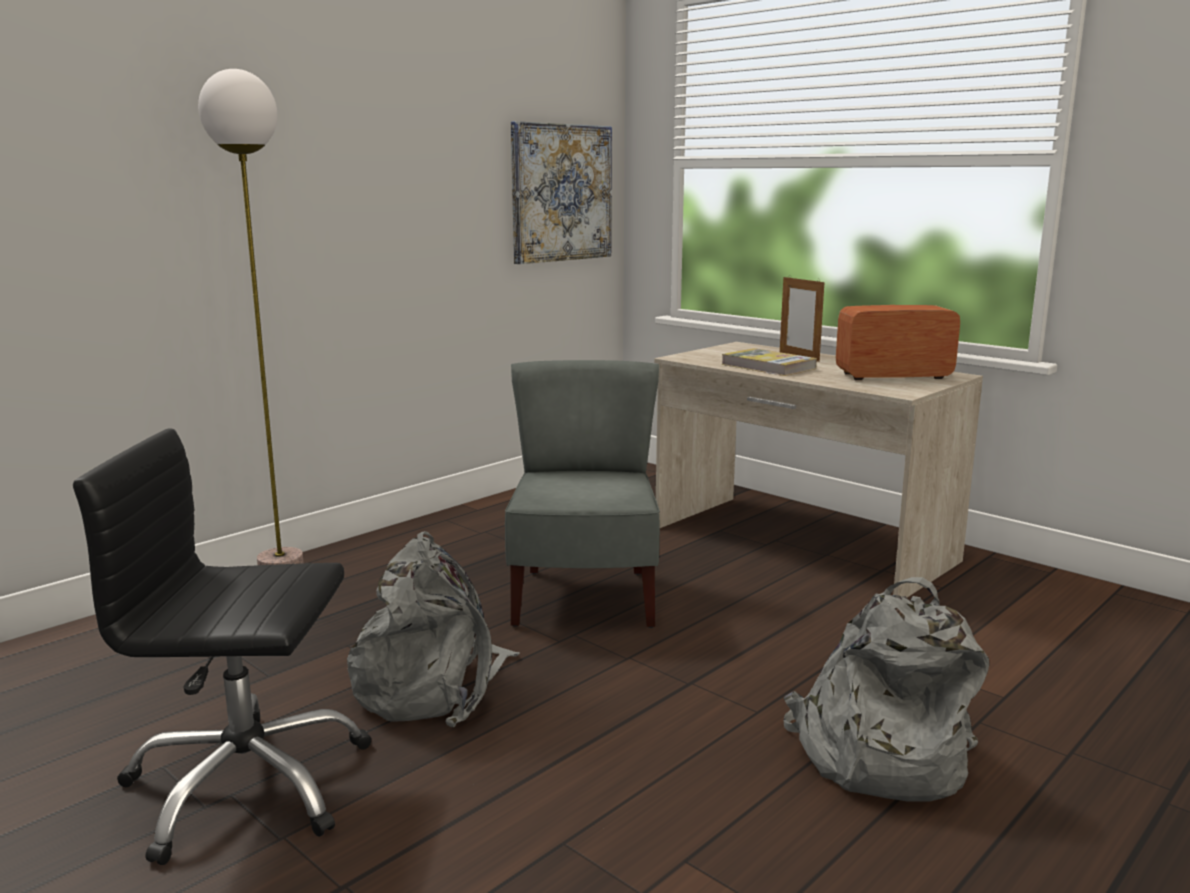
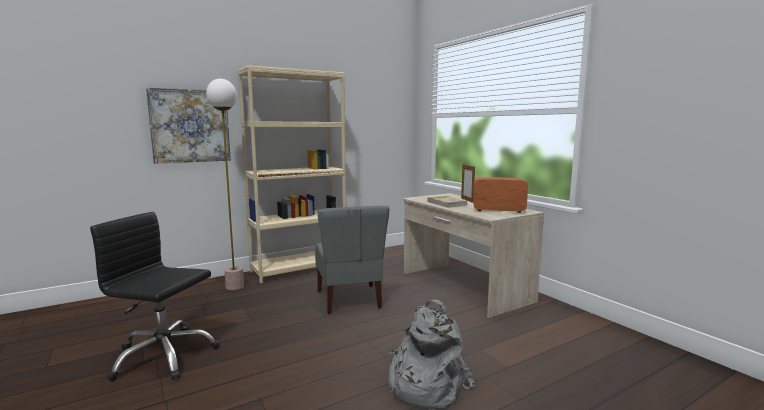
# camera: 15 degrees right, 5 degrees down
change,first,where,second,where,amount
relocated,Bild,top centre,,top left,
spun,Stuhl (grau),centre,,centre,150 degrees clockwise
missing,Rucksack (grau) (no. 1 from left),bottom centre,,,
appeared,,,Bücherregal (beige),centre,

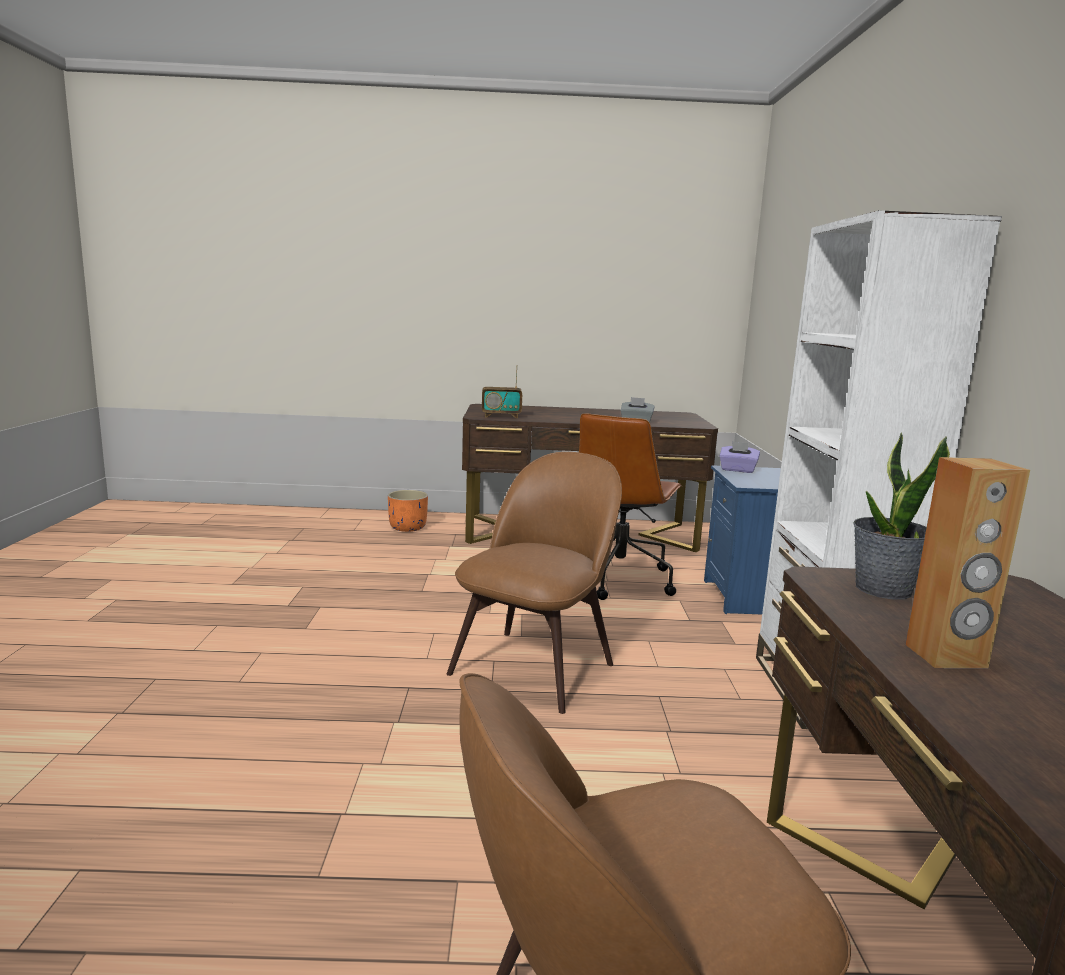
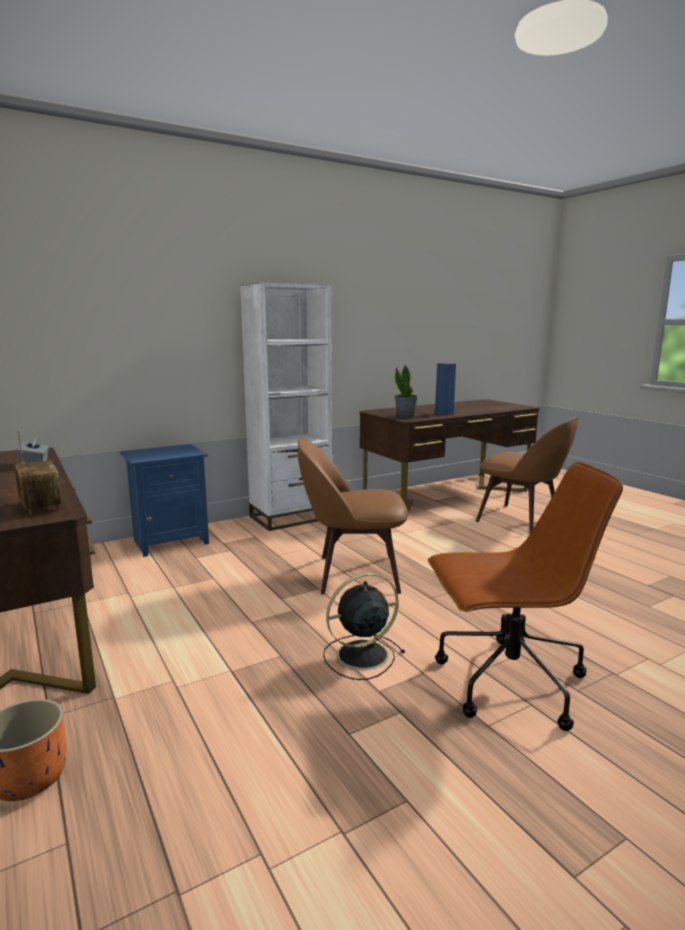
# camera: 120 degrees left, 0 degrees up
change,first,where,second,where,amount
relocated,Bürostuhl (braun),centre,,middle right,
missing,Taschentuchbox (lila),middle right,,,
colour,Lautsprecher (braun),middle right,Lautsprecher (blau),centre,
appeared,,,Ventilator (schwarz),bottom centre,

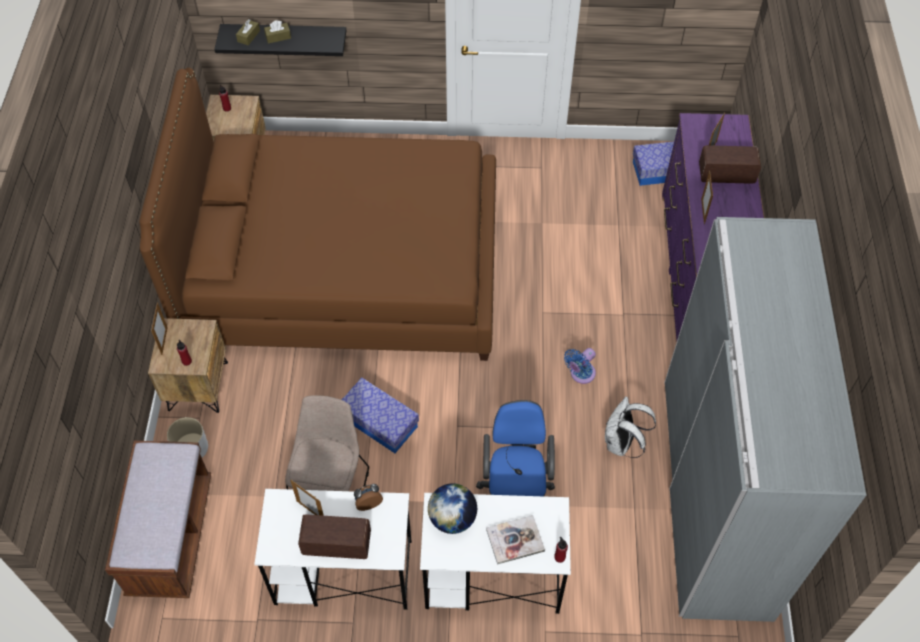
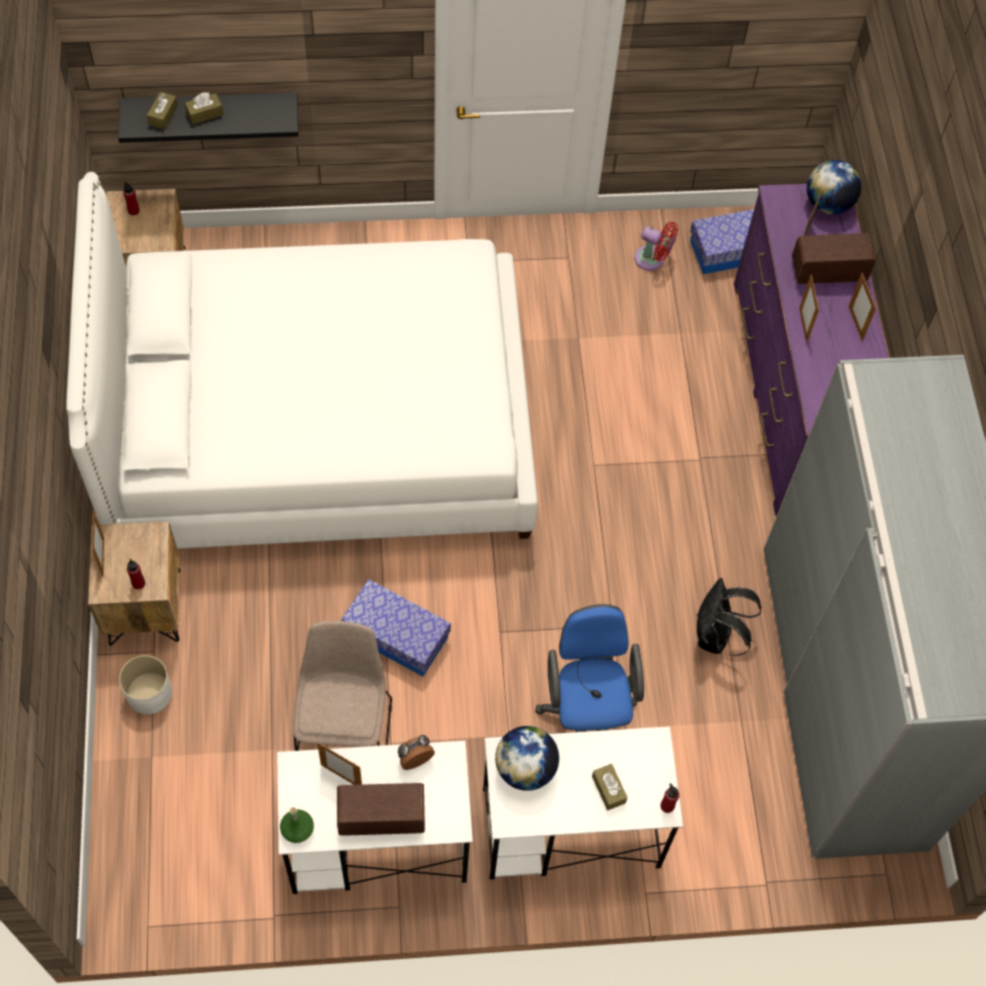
# camera: 10 degrees left, 5 degrees up
change,first,where,second,where,amount
colour,Bett (braun),centre,Bett (weiß),middle left,
missing,Ventilator (blau),centre,,,
colour,Rucksack (weiß),middle right,Rucksack (schwarz),middle right,
missing,Bank (braun),bottom left,,,
exchanged,Buch,bottom centre,Taschentuchbox (braun) (no. 3 from left),bottom centre,
appeared,,,Globus (no. 2 from left),top right,
appeared,,,Ventilator (rot),top centre,
appeared,,,Bilderrahmen (no. 5 from left),top right,
appeared,,,Flasche (grün),bottom left,

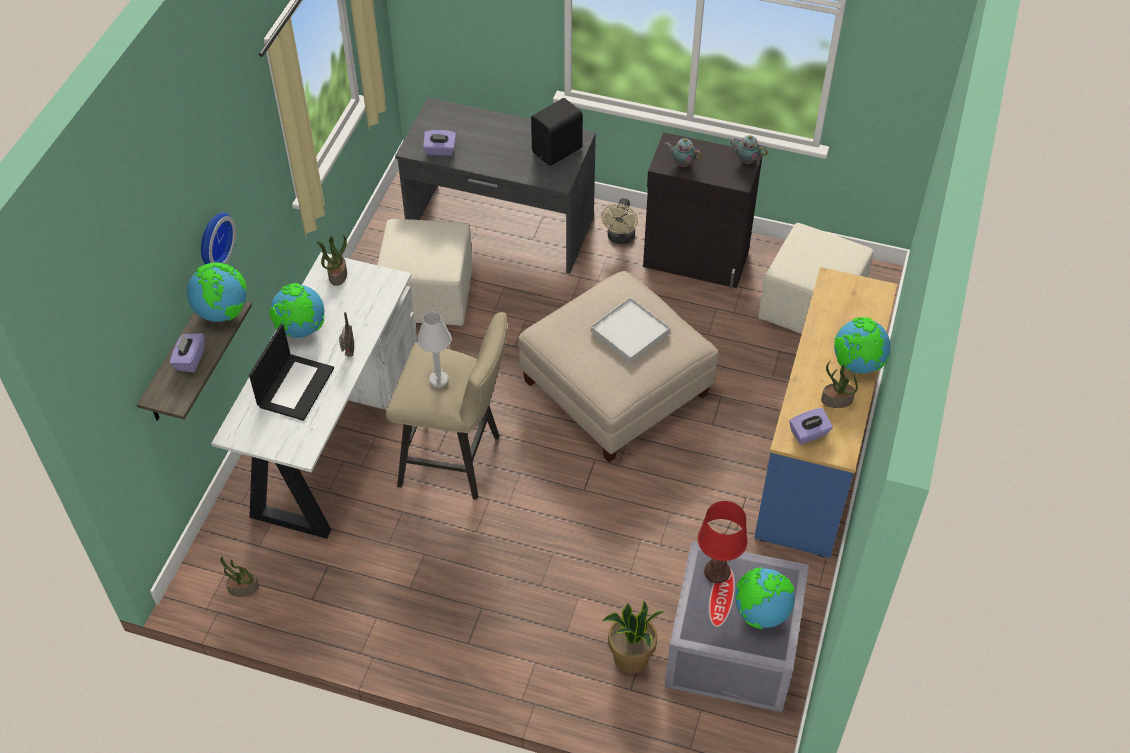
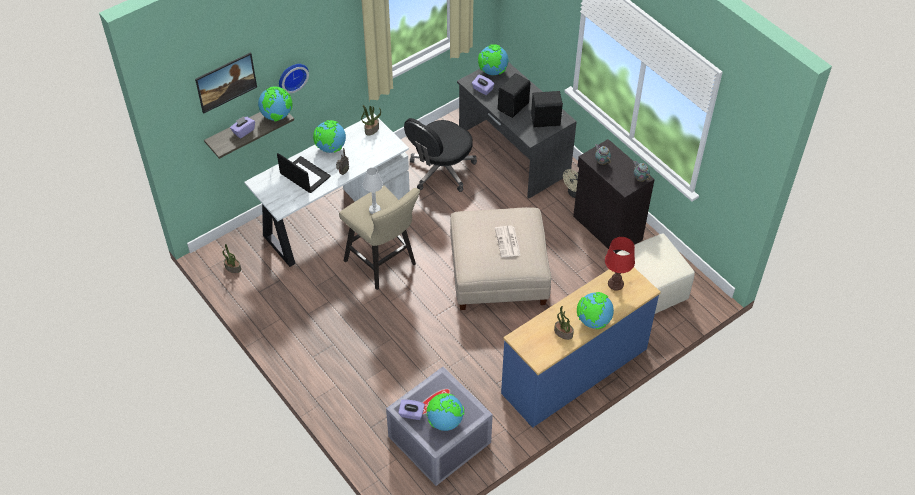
# camera: 35 degrees right, 0 degrees up
change,first,where,second,where,amount
exchanged,Polsterhocker (beige) (no. 1 from left),centre,Bürostuhl (schwarz),top centre,
exchanged,Tablett (weiß),centre,Zeitung,centre,
spun,Laptop,middle left,,middle left,105 degrees counterclockwise
relocated,Taschentuchbox (lila) (no. 3 from left in the first image),middle right,Taschentuchbox (lila) (no. 2 from left),bottom centre,
relocated,Tischlampe (rot),bottom centre,,middle right,
missing,Topfpflanze (no. 3 from left),bottom centre,,,
appeared,,,Globus (no. 4 from left),top centre,
appeared,,,Bild,top left,
appeared,,,Lautsprecher (schwarz) (no. 1 from left),top centre,

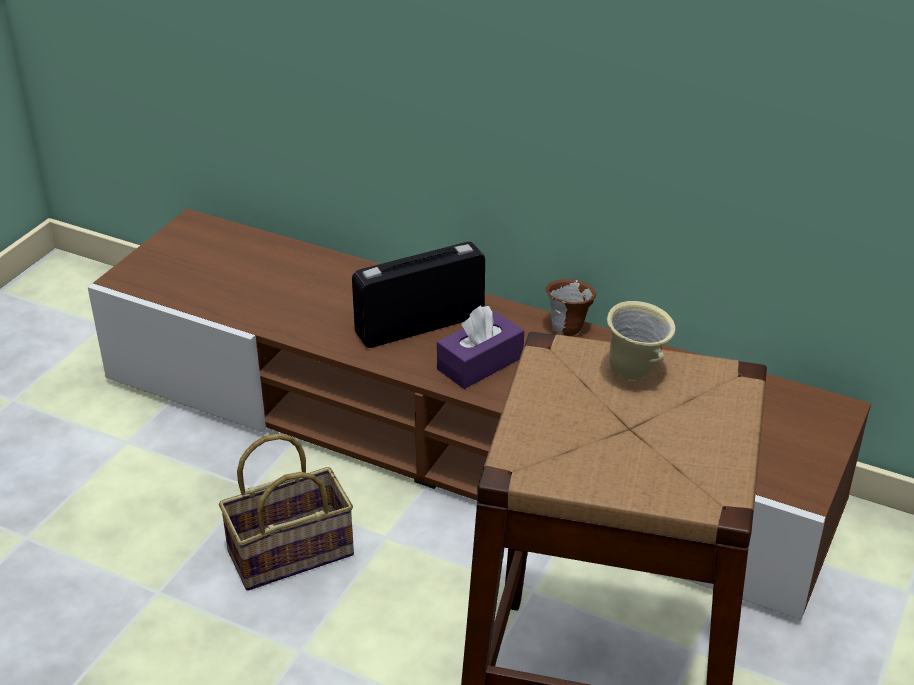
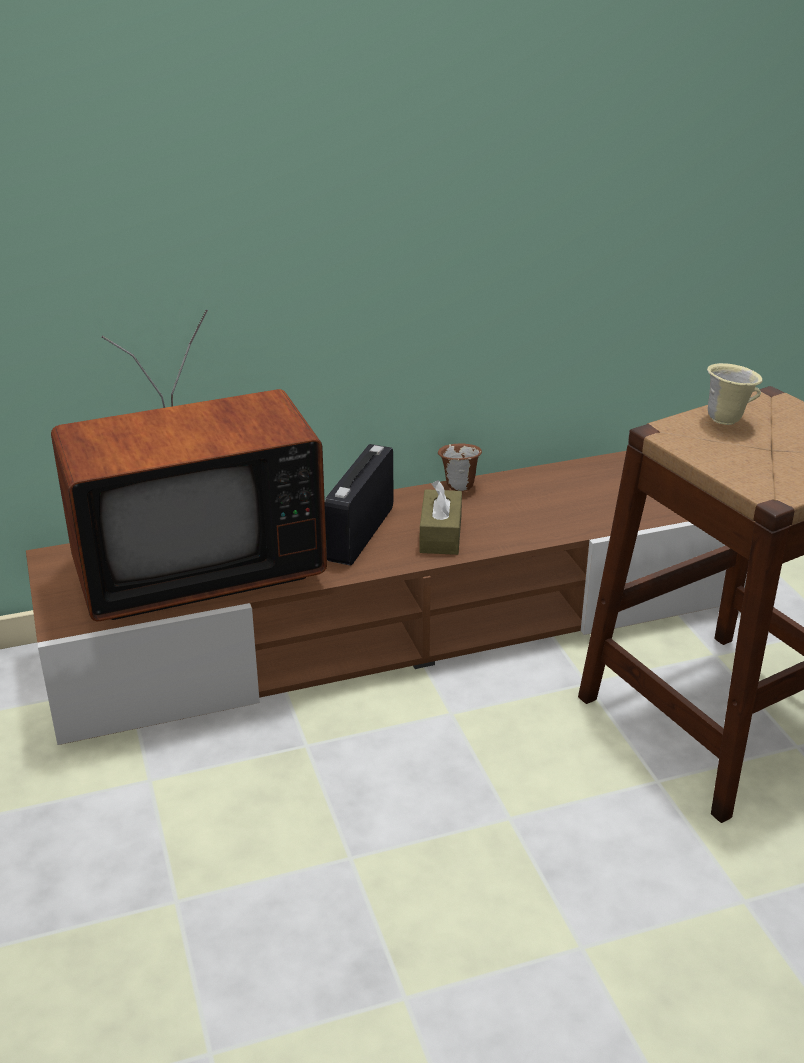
# camera: 45 degrees left, 5 degrees down
change,first,where,second,where,amount
colour,Taschentuchbox (lila),centre,Taschentuchbox (braun),centre,
missing,Korb,bottom left,,,
appeared,,,Fernseher,middle left,

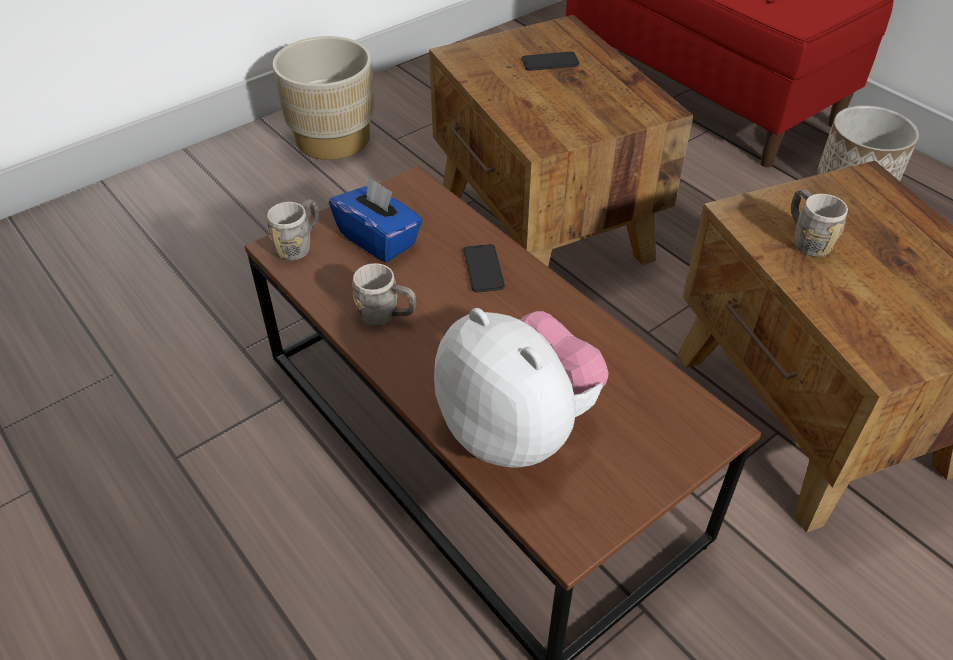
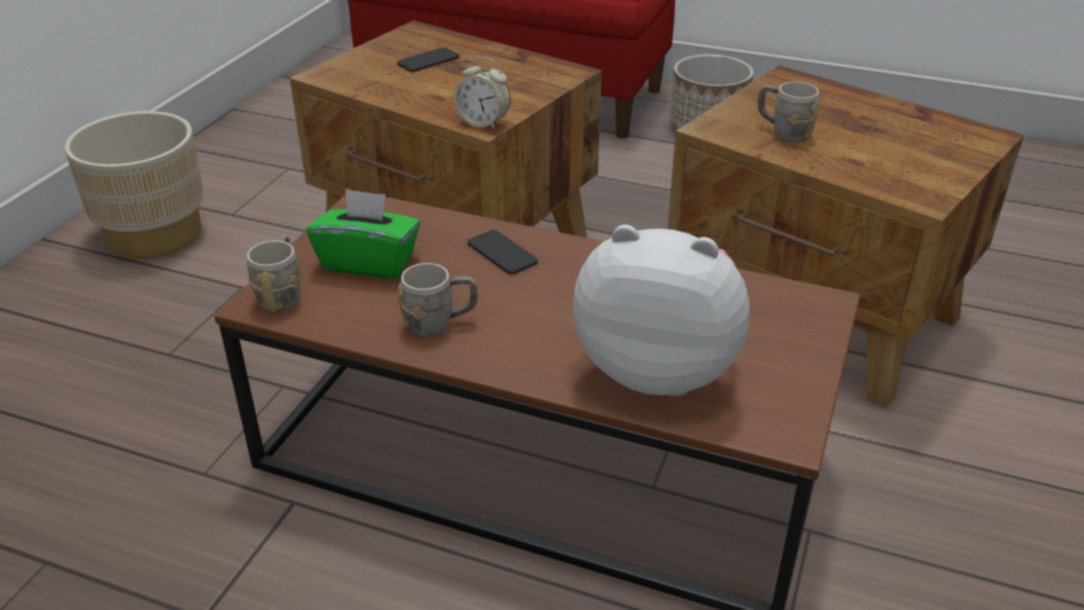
# camera: 30 degrees left, 10 degrees down
change,first,where,second,where,amount
colour,Taschentuchbox (blau),top centre,Taschentuchbox (grün),centre,
appeared,,,Wecker,top centre,

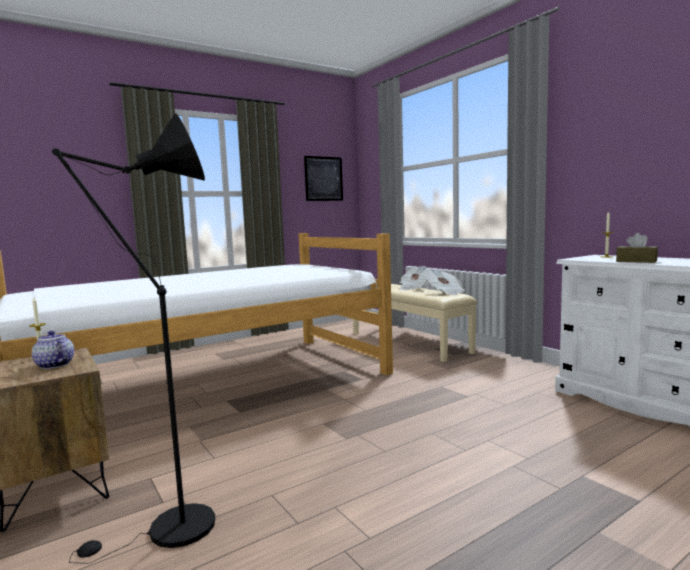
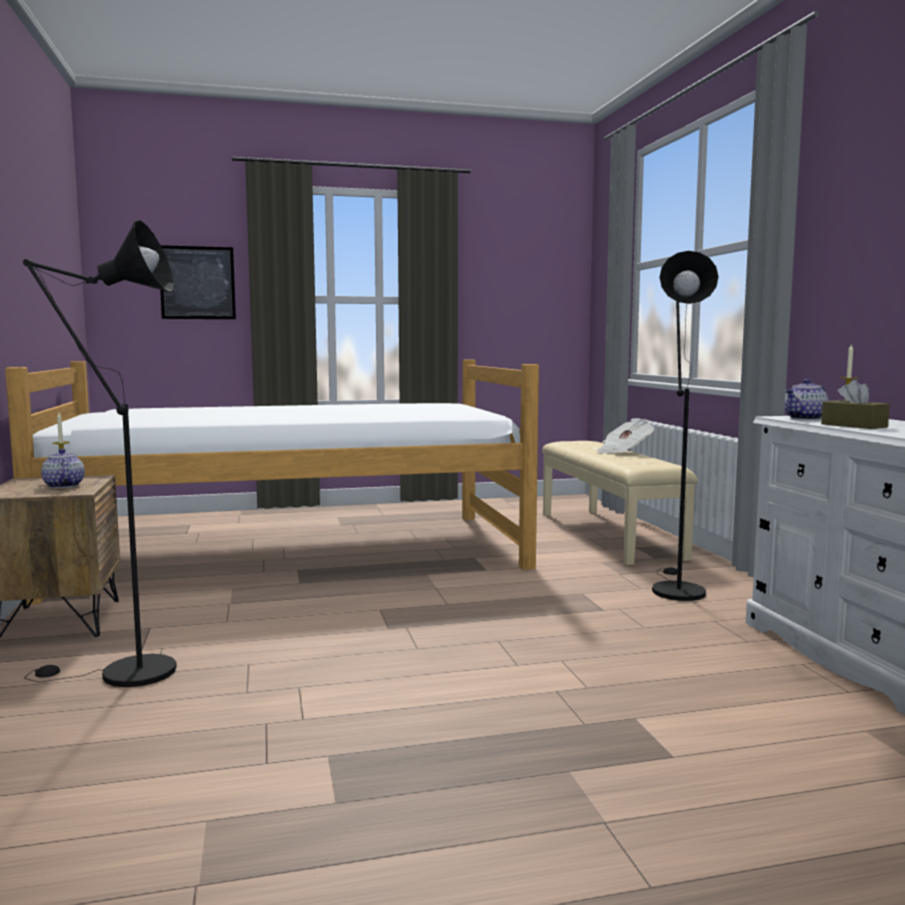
# camera: 20 degrees right, 0 degrees up
change,first,where,second,where,amount
relocated,Bild,top centre,,top left,
missing,Zeitung (no. 2 from left),centre,,,
appeared,,,Stehlampe (schwarz) (no. 2 from left),middle right,
appeared,,,Teekanne (no. 2 from left),middle right,

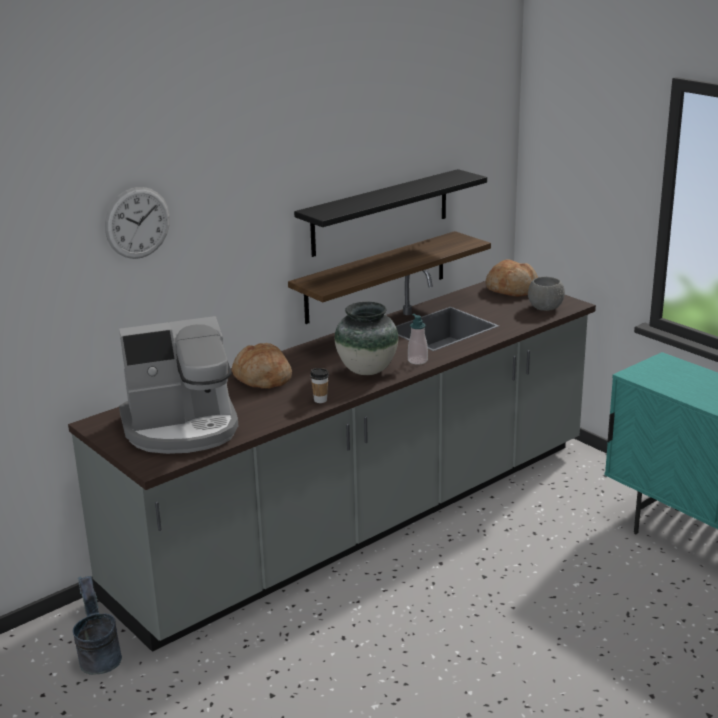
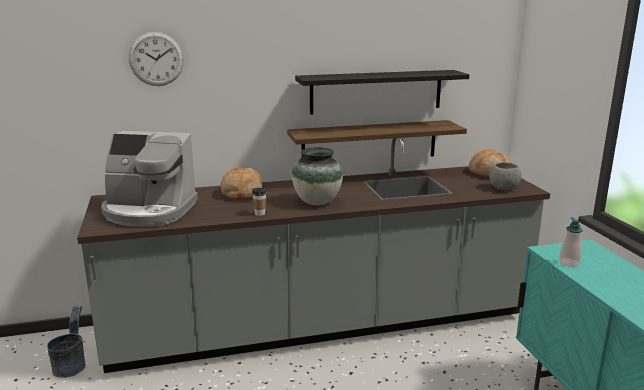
# camera: 25 degrees right, 5 degrees down
change,first,where,second,where,amount
relocated,Seifenspender,centre,,middle right,

